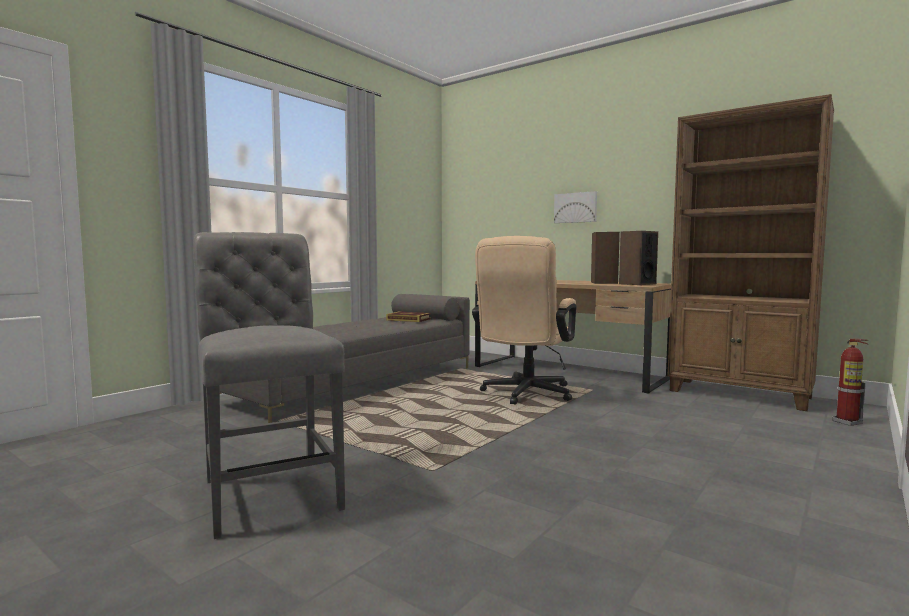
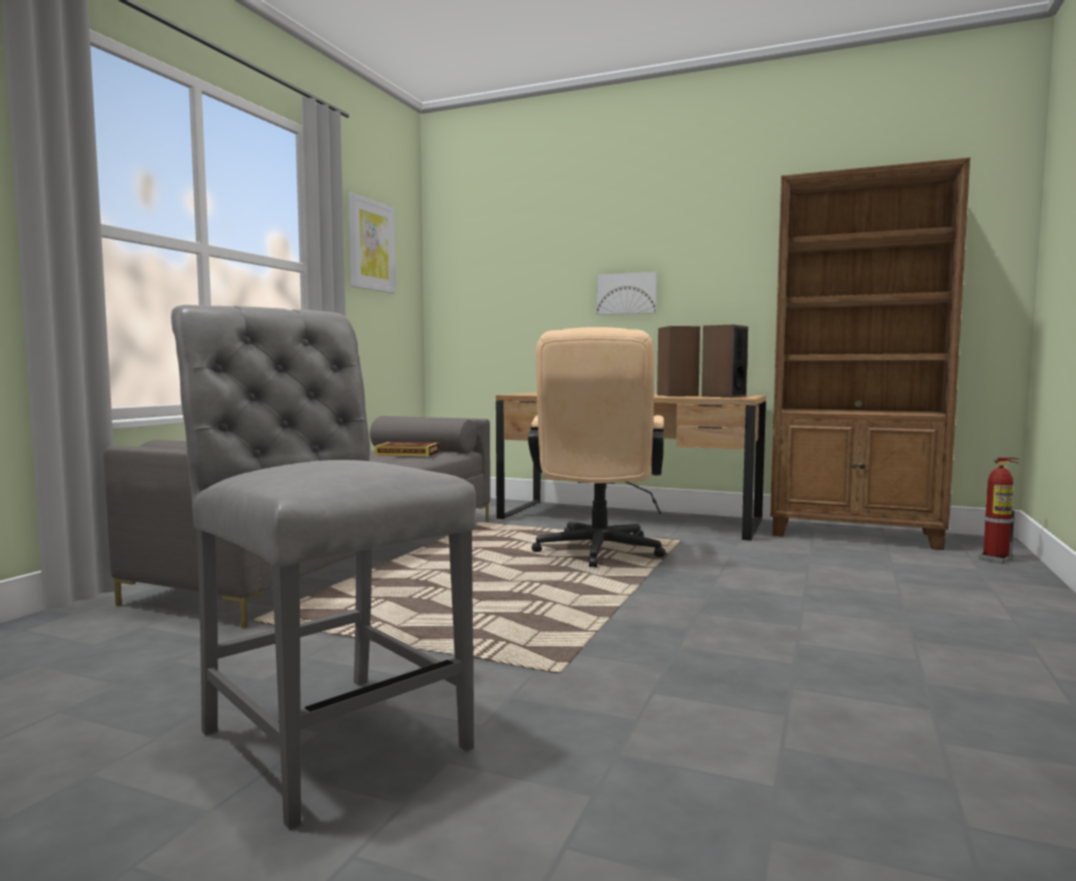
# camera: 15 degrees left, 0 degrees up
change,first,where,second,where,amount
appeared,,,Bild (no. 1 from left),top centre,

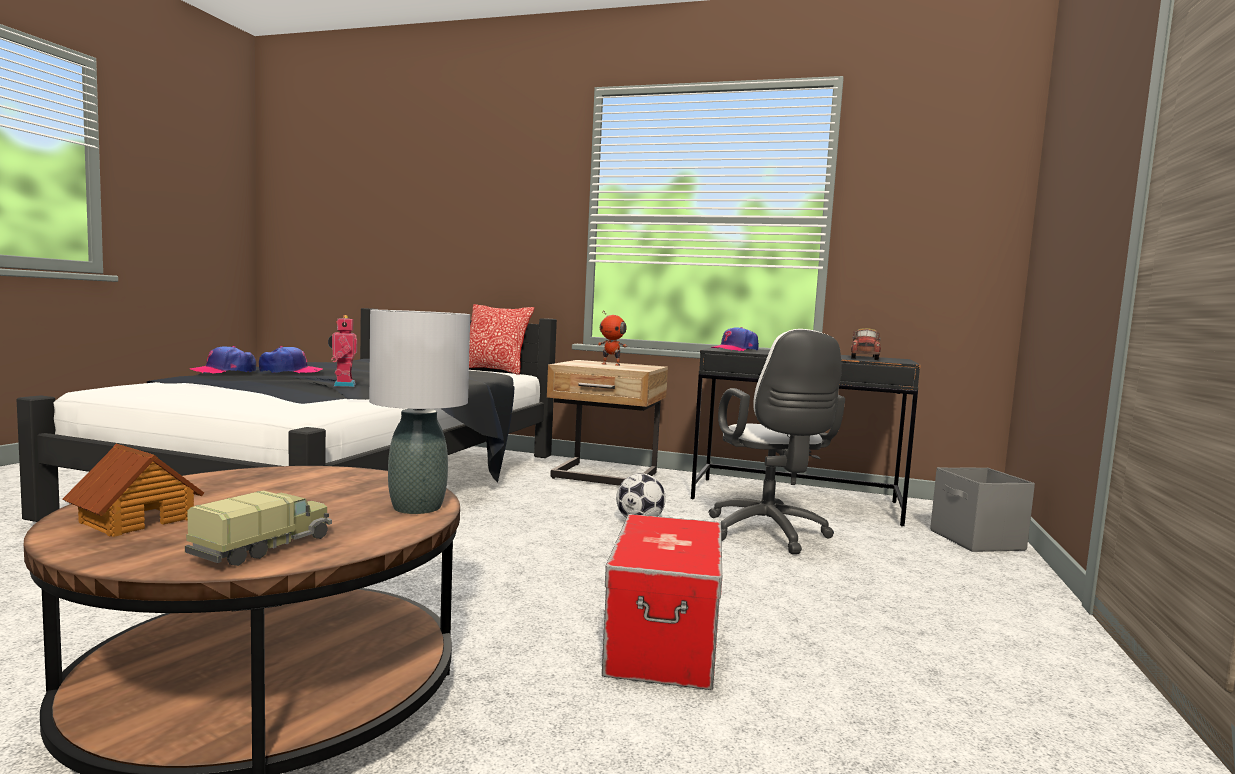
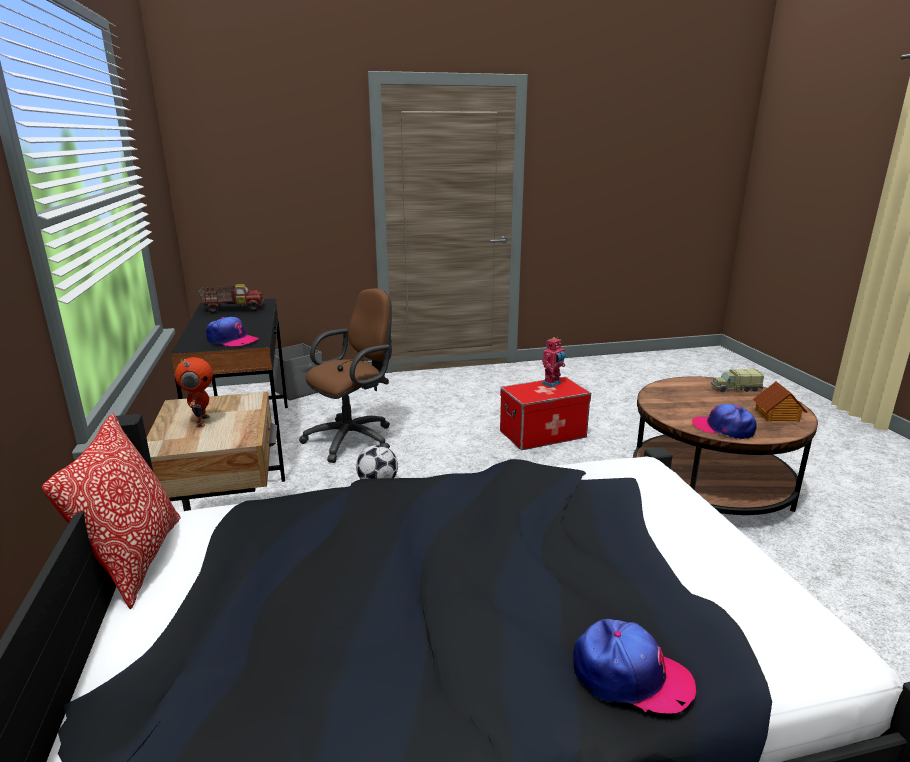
# camera: 120 degrees left, 15 degrees up
change,first,where,second,where,amount
missing,Tischlampe (grau),centre,,,
relocated,Spielzeugroboter (no. 1 from left in the first image),middle left,Spielzeugroboter (no. 2 from left),centre,
colour,Bürostuhl (weiß),centre,Bürostuhl (braun),centre,
relocated,Kappe (no. 2 from left in the first image),middle left,Kappe (no. 3 from left),middle right,

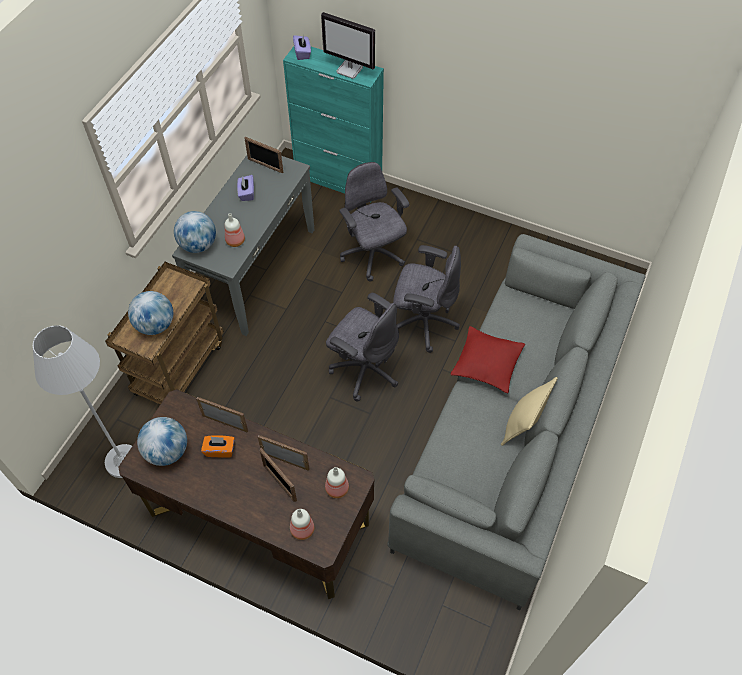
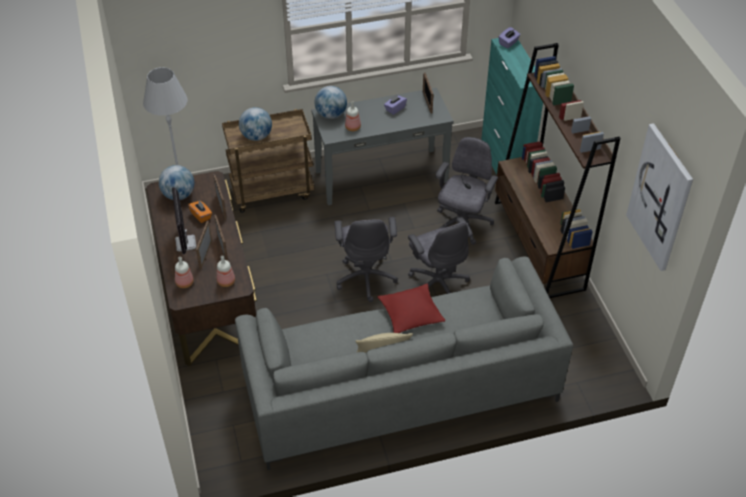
# camera: 50 degrees right, 10 degrees down
change,first,where,second,where,amount
relocated,Monitor,top centre,,middle left,
appeared,,,Bücherregal (braun),middle right,
appeared,,,Bild,middle right,

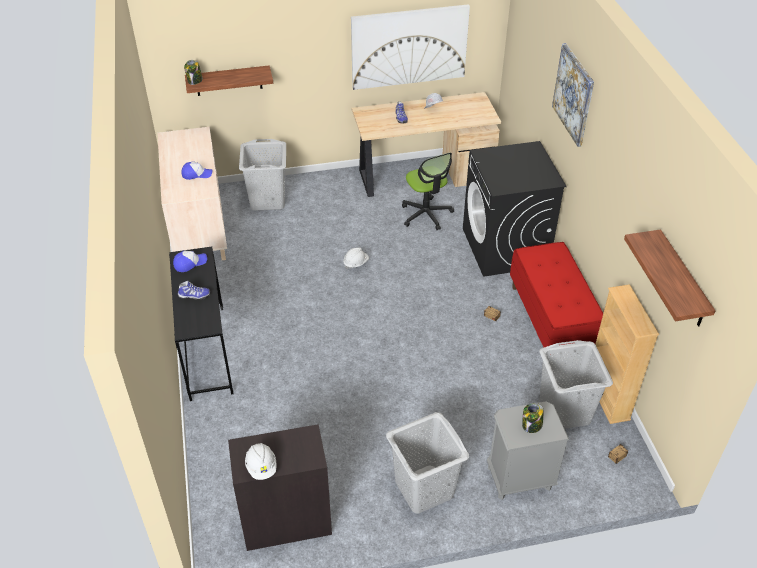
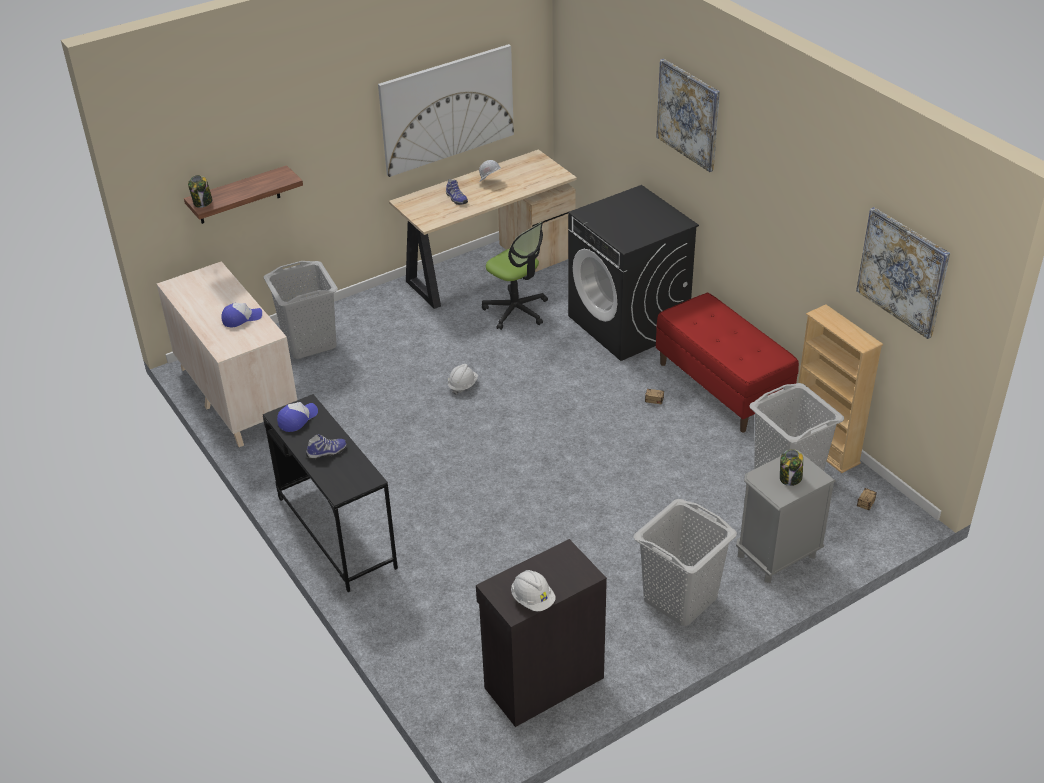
# camera: 20 degrees left, 5 degrees down
change,first,where,second,where,amount
exchanged,Wandregal (no. 2 from left),middle right,Bild (no. 3 from left),middle right,

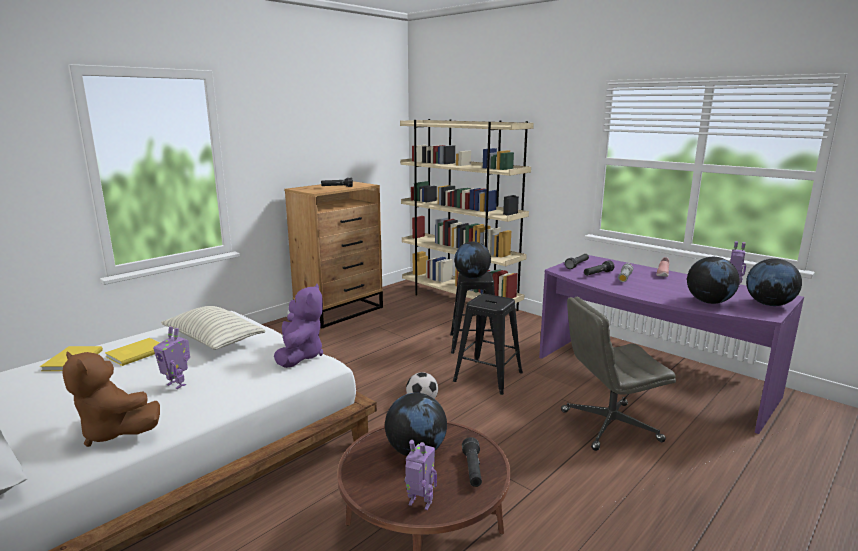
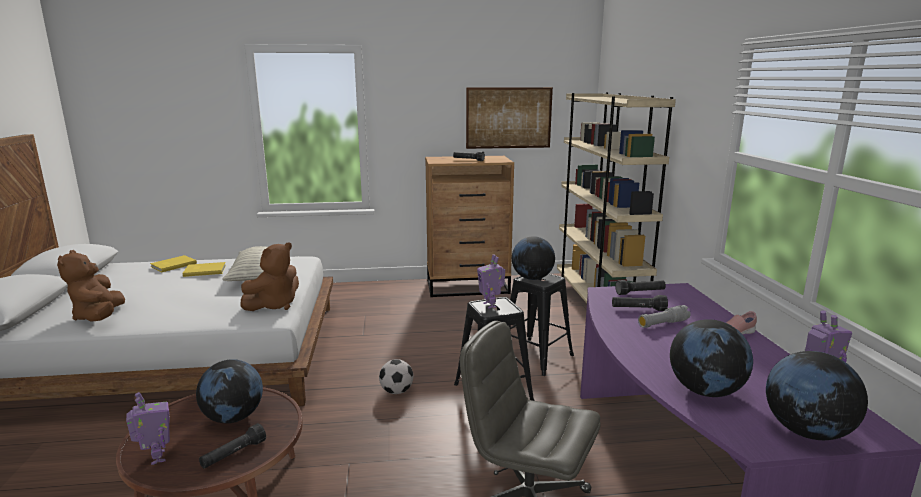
# camera: 40 degrees right, 0 degrees up
change,first,where,second,where,amount
colour,Plüschtier (lila),centre,Plüschtier (braun) (no. 2 from left),middle left,
relocated,Spielzeugroboter (no. 1 from left in the first image),middle left,Spielzeugroboter (no. 2 from left),centre,
appeared,,,Bild,top centre,

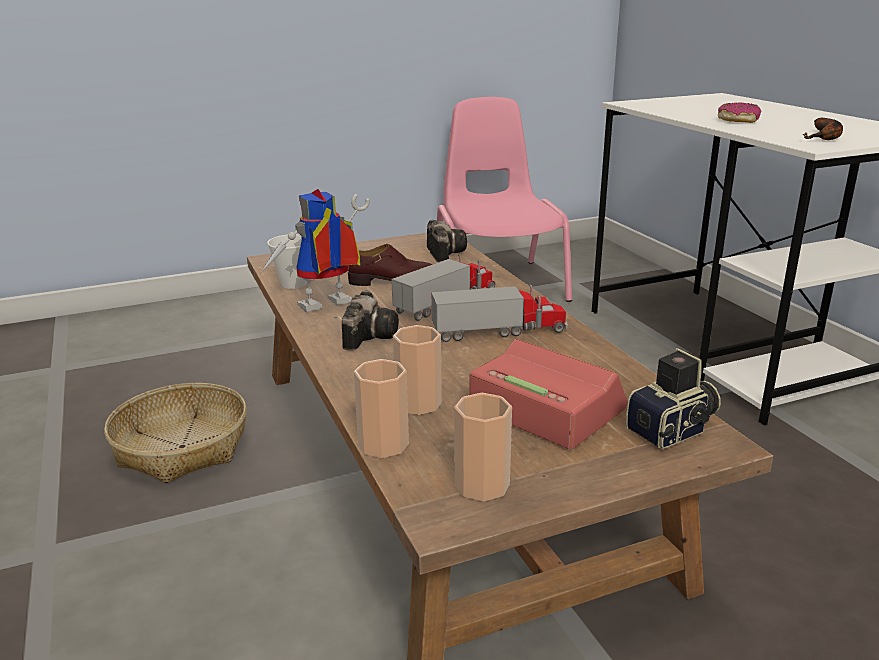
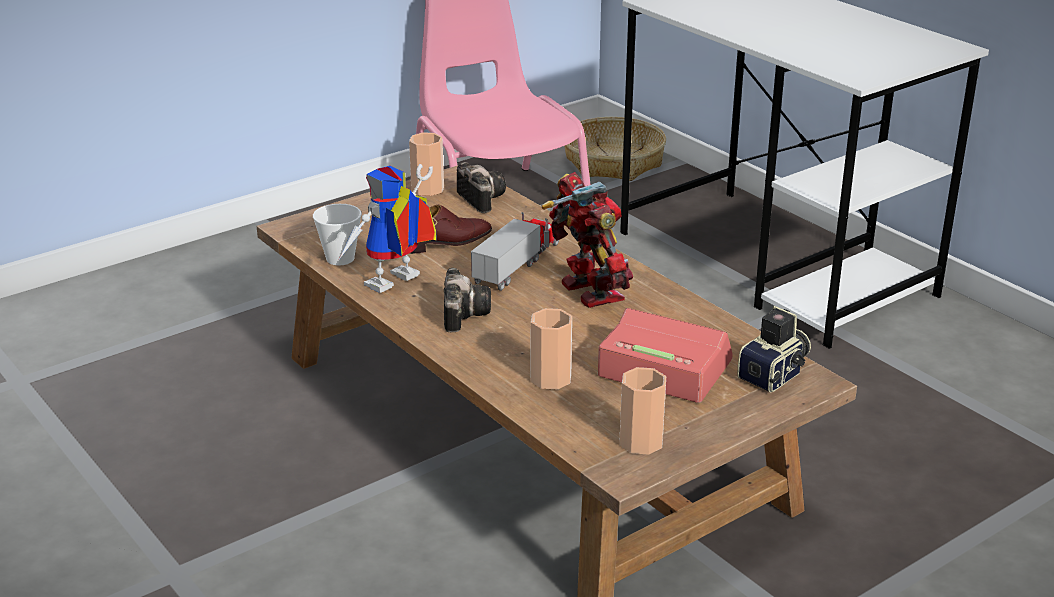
# camera: 15 degrees left, 5 degrees up
change,first,where,second,where,amount
missing,Donut,top right,,,
missing,Banane,top right,,,
exchanged,Spielzeuglaster (no. 2 from left),centre,Spielzeugroboter (no. 2 from left),centre,
relocated,Tasse (no. 2 from left),centre,,top centre,
relocated,Korb,middle left,,top centre,

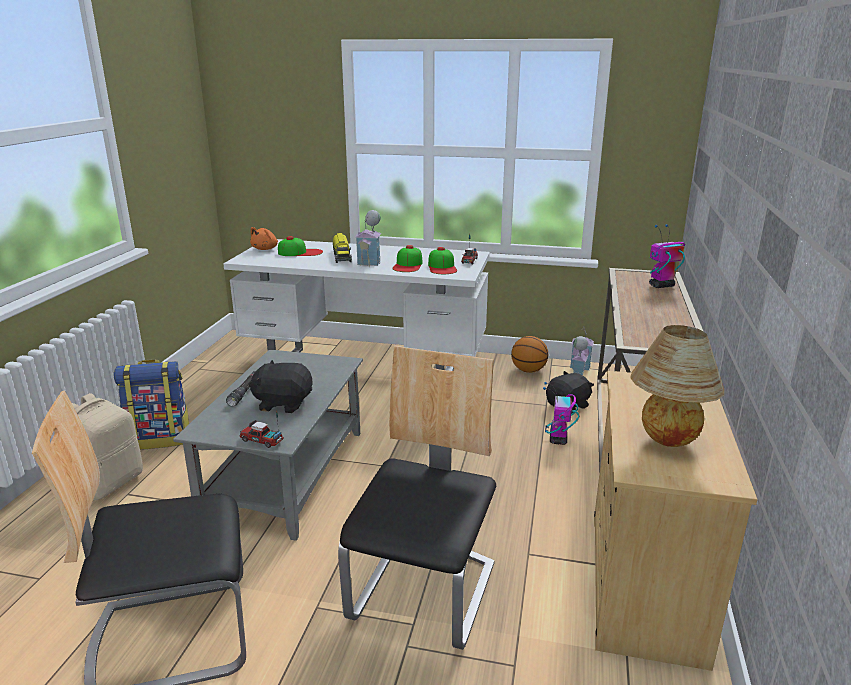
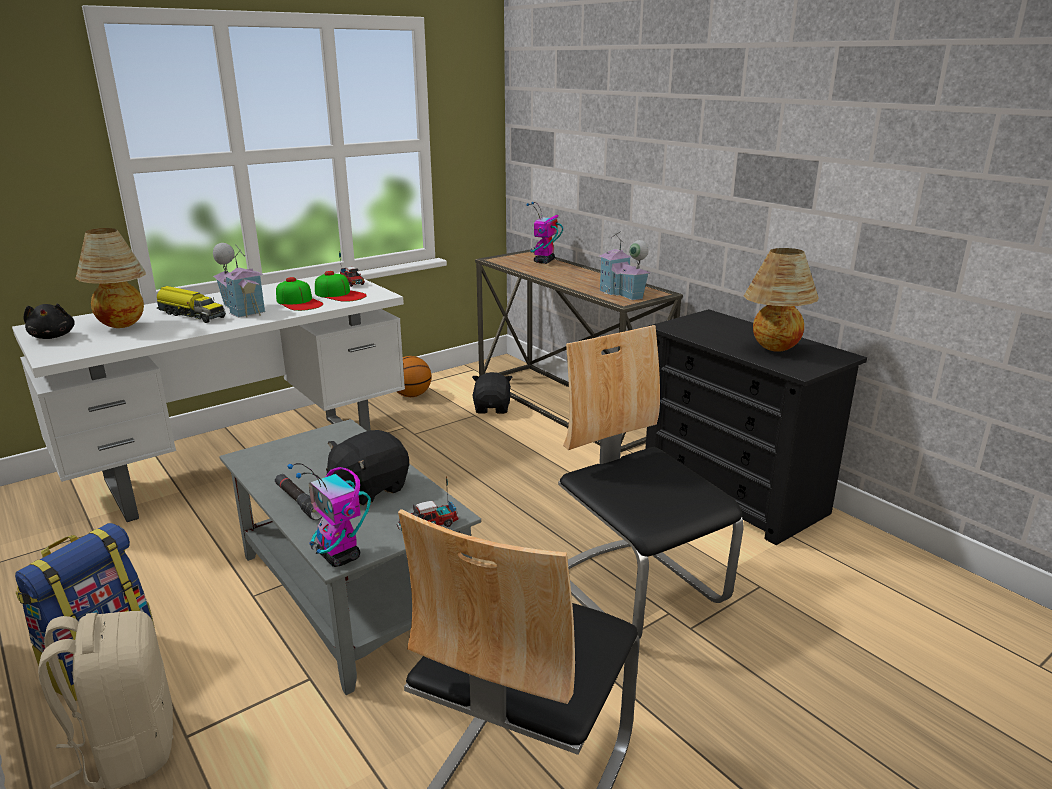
# camera: 50 degrees left, 0 degrees up
change,first,where,second,where,amount
colour,Plüschtier (orange),middle left,Plüschtier (schwarz) (no. 1 from left),middle left,
exchanged,Kappe (no. 1 from left),centre,Tischlampe (no. 1 from left),middle left,
relocated,Spielzeughaus (no. 2 from left),middle right,,centre,
colour,Kommode (beige),bottom right,Kommode (schwarz),middle right,
relocated,Spielzeugroboter (no. 1 from left),centre,,middle left,

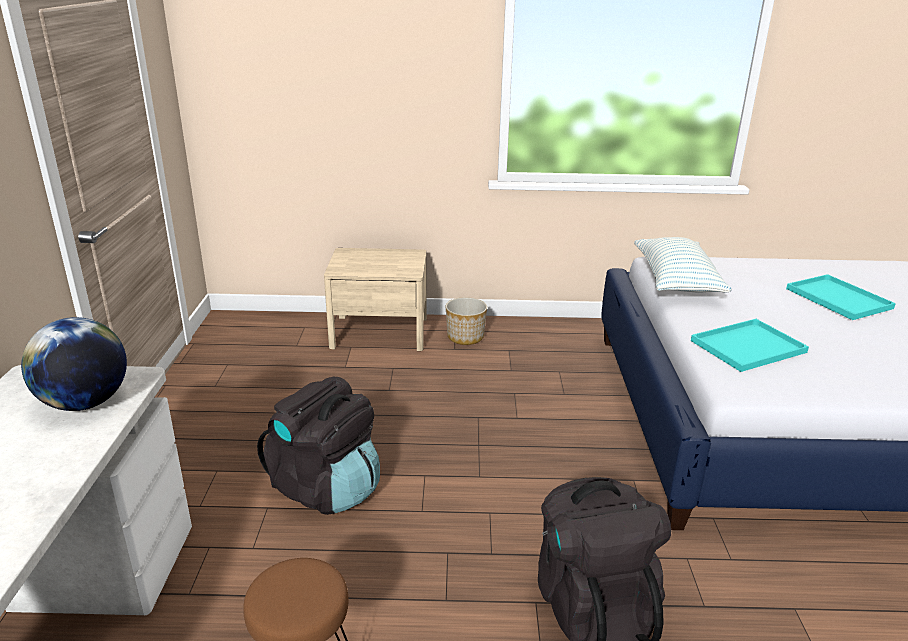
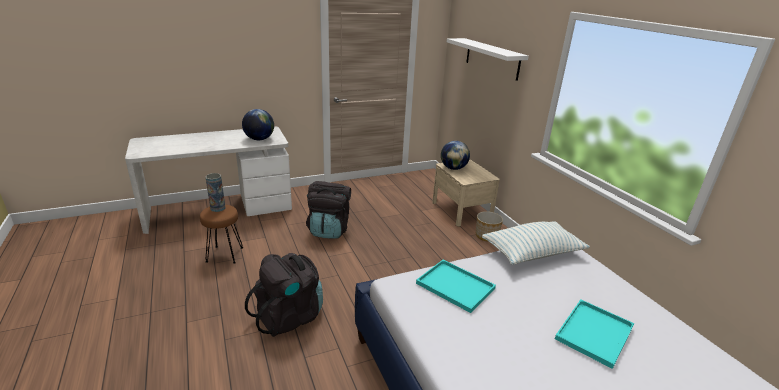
# camera: 65 degrees right, 0 degrees up
change,first,where,second,where,amount
appeared,,,Wandregal (weiß),top centre,
appeared,,,Globus (no. 2 from left),centre,
appeared,,,Vase,middle left,

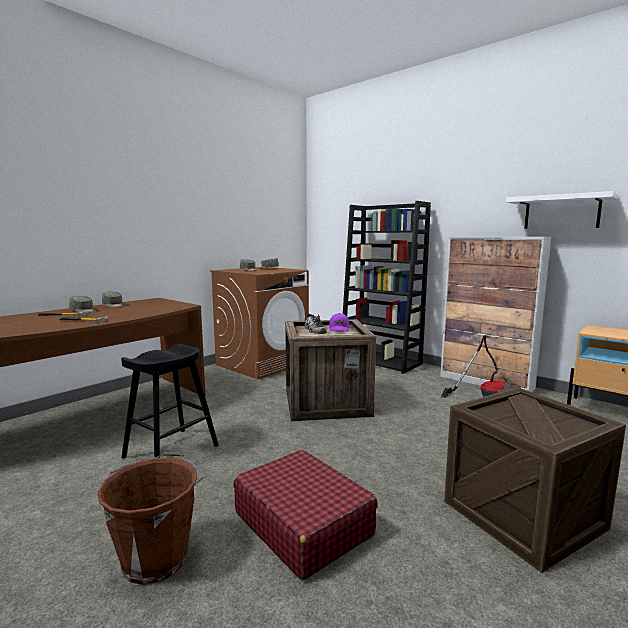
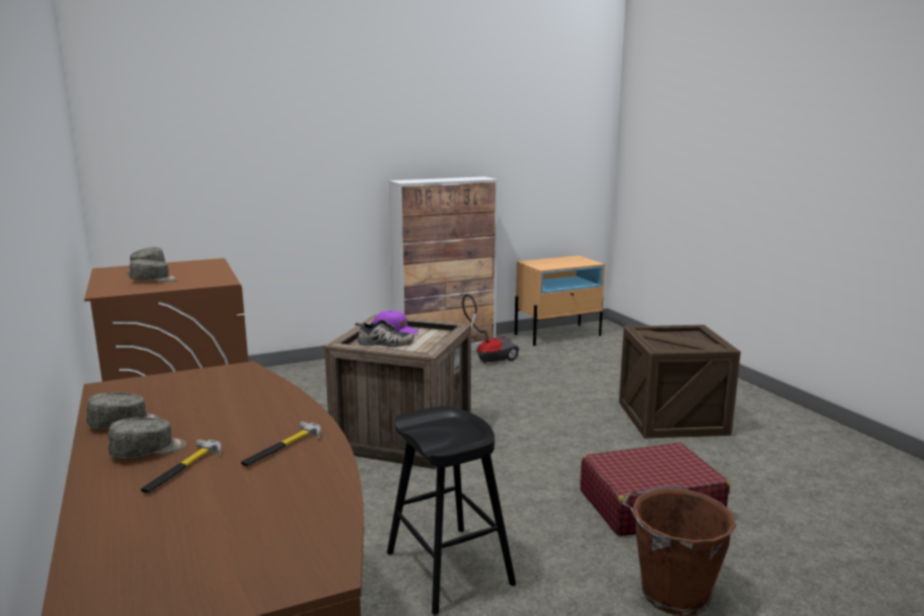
# camera: 65 degrees left, 5 degrees up
change,first,where,second,where,amount
missing,Wandregal (weiß),middle right,,,
missing,Bücherregal (schwarz),centre,,,

